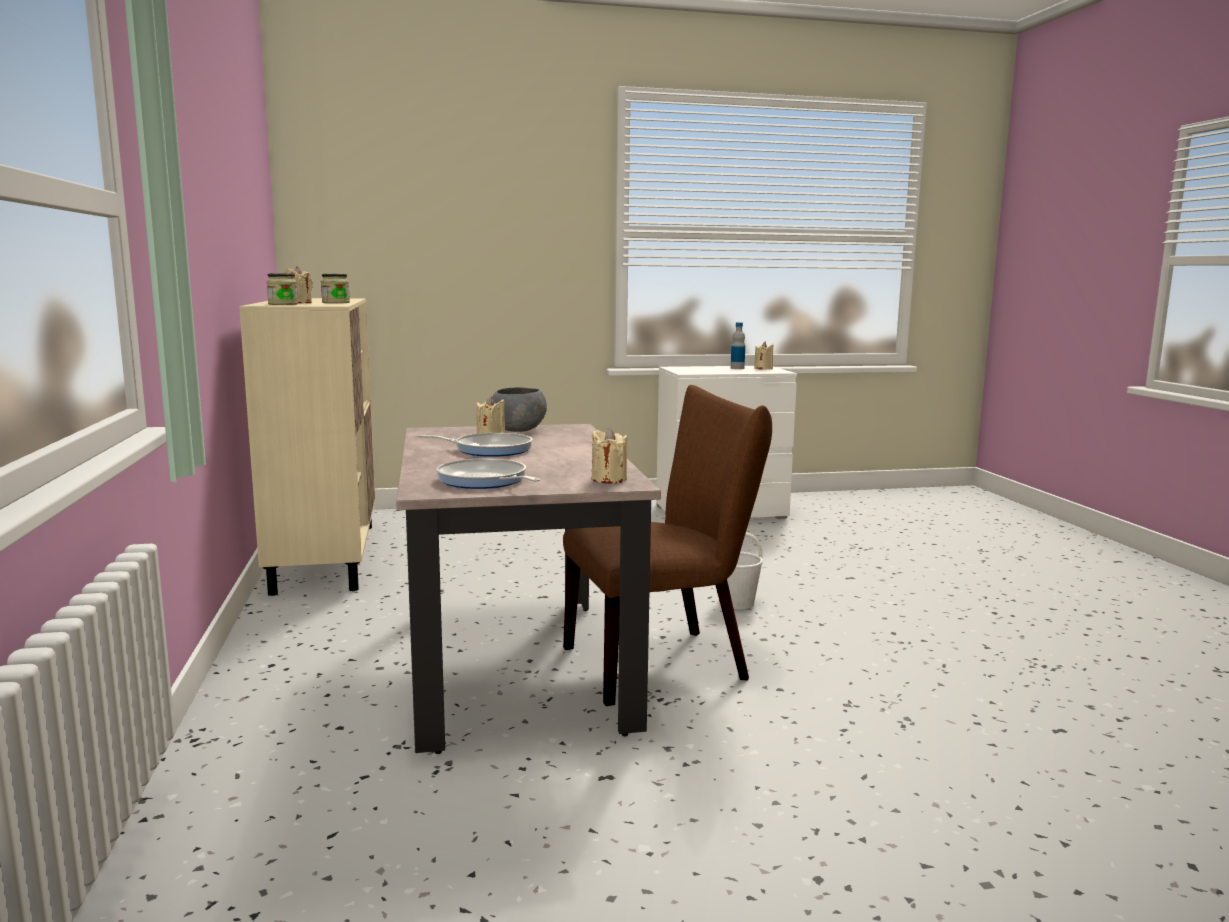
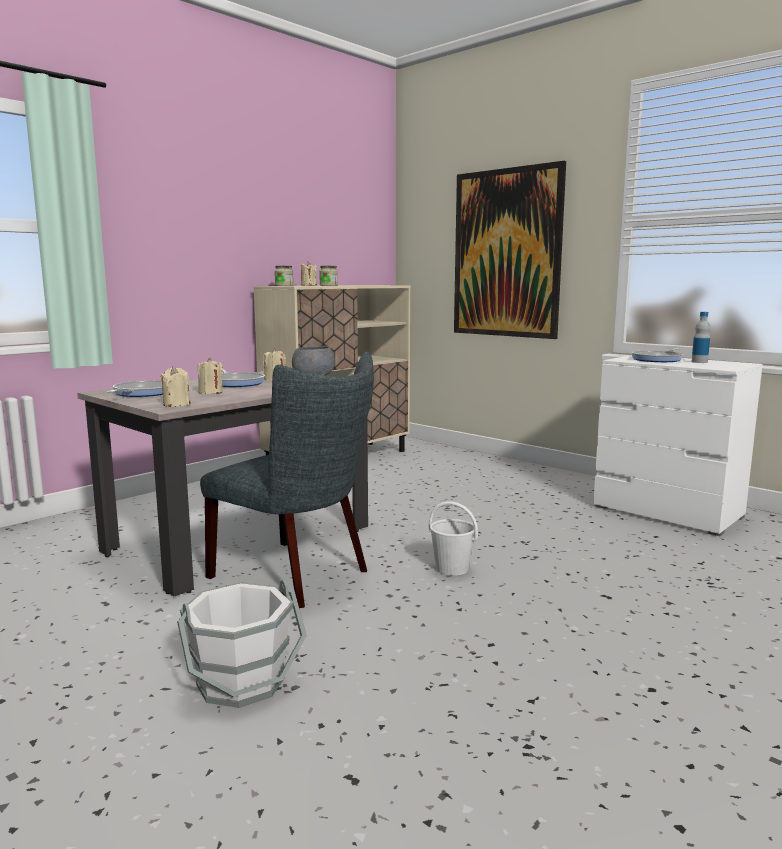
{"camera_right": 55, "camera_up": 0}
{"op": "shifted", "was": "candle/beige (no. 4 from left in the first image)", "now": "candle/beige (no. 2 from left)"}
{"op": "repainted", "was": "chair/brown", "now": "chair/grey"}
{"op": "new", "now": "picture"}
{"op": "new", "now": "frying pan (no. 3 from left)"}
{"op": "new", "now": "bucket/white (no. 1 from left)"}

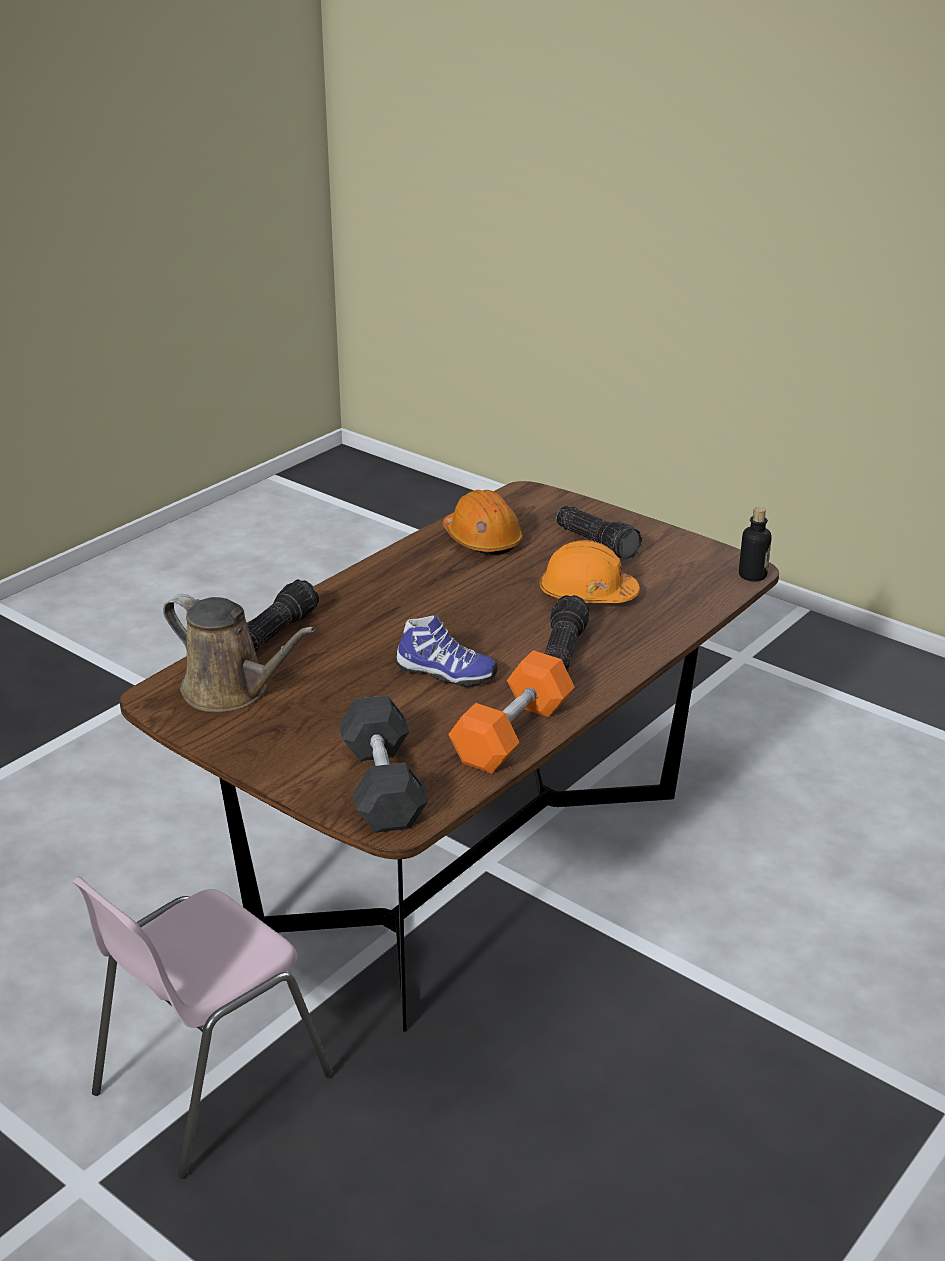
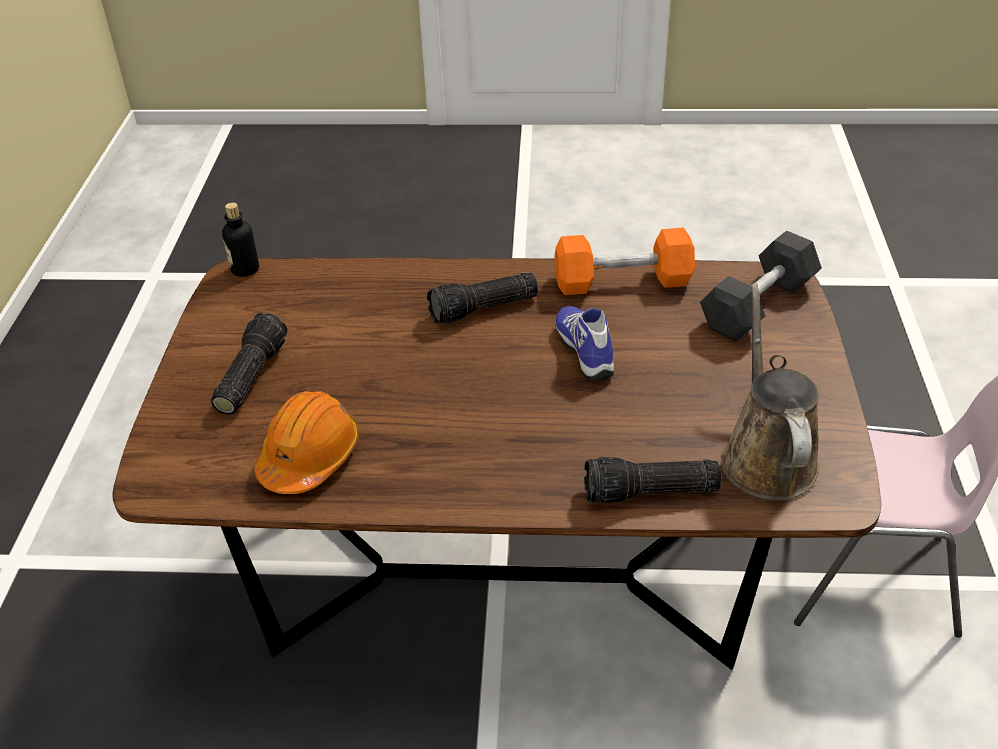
{"camera_right": -125, "camera_up": 10}
{"op": "gone", "was": "hard hat/orange (no. 2 from left)"}

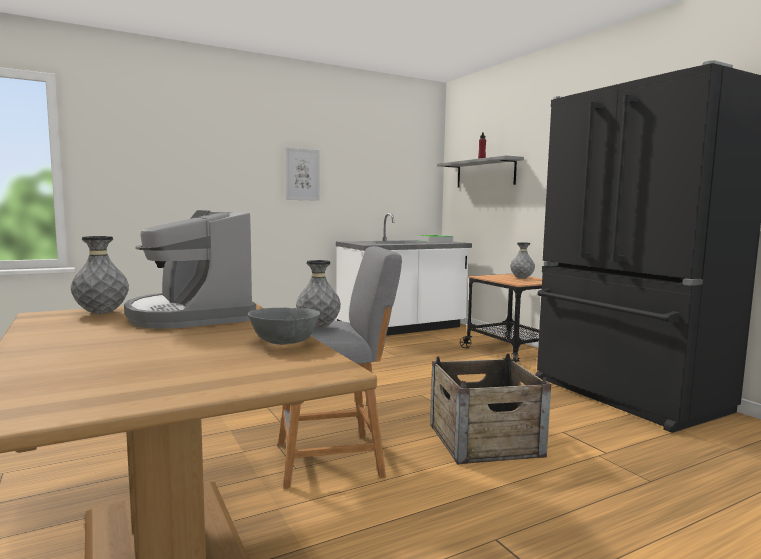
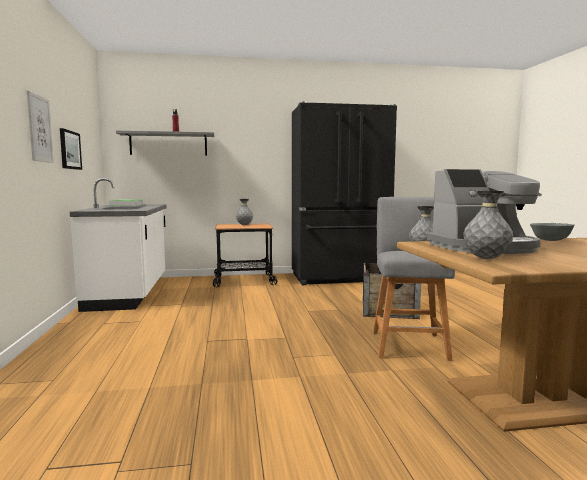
{"camera_right": -70, "camera_up": 0}
{"op": "new", "now": "picture (no. 2 from left)"}

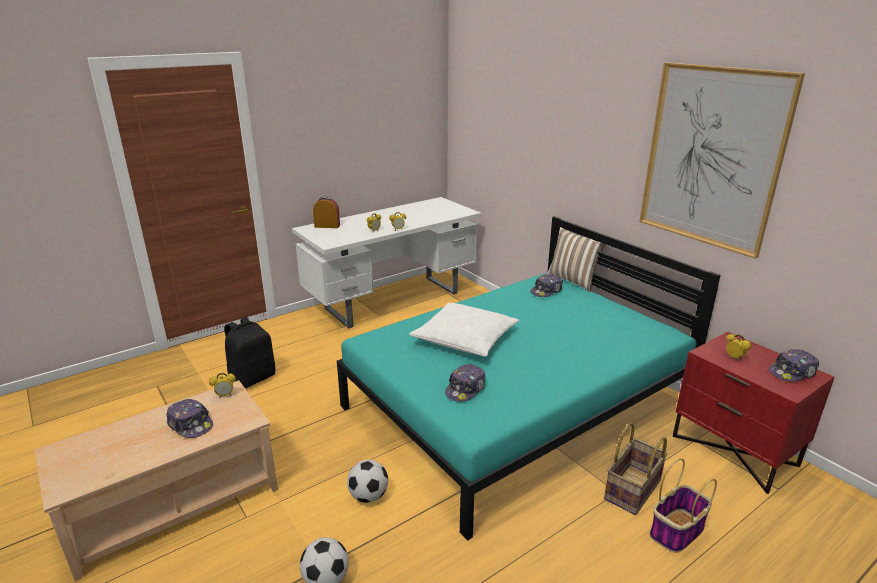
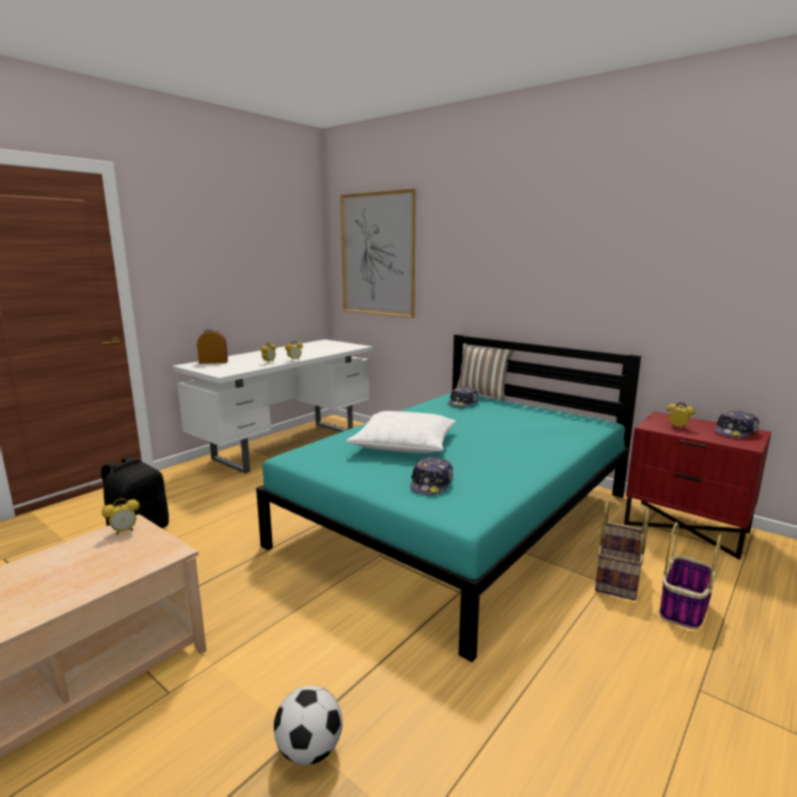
{"camera_right": -15, "camera_up": -10}
{"op": "shifted", "was": "picture"}
{"op": "gone", "was": "cap (no. 1 from left)"}
{"op": "gone", "was": "football (no. 2 from left)"}

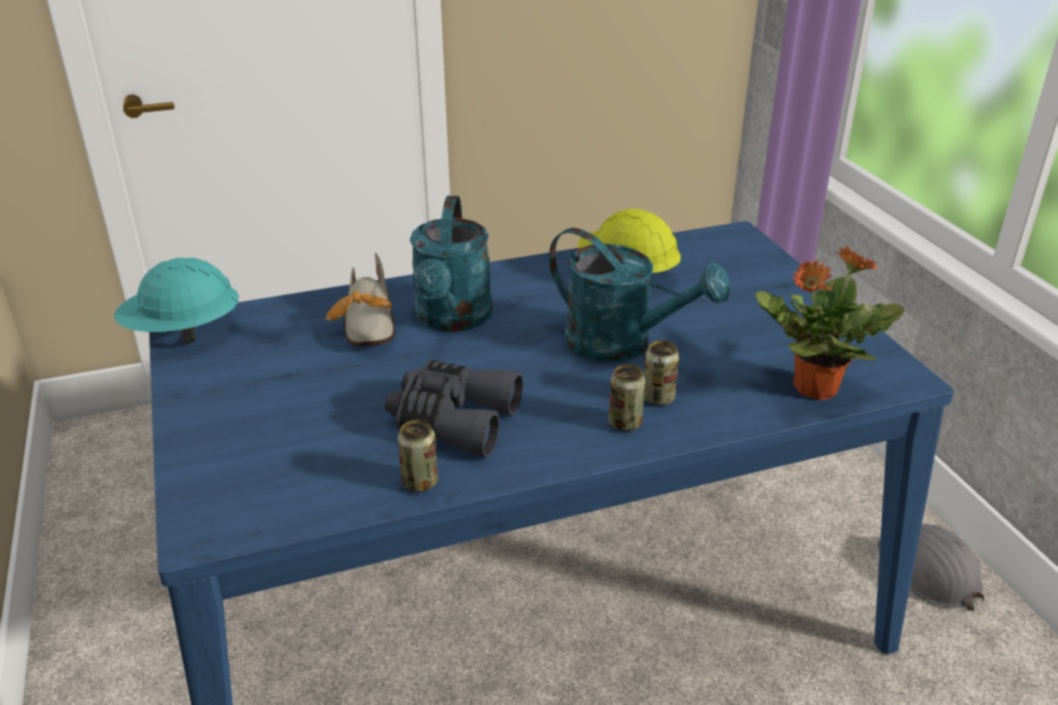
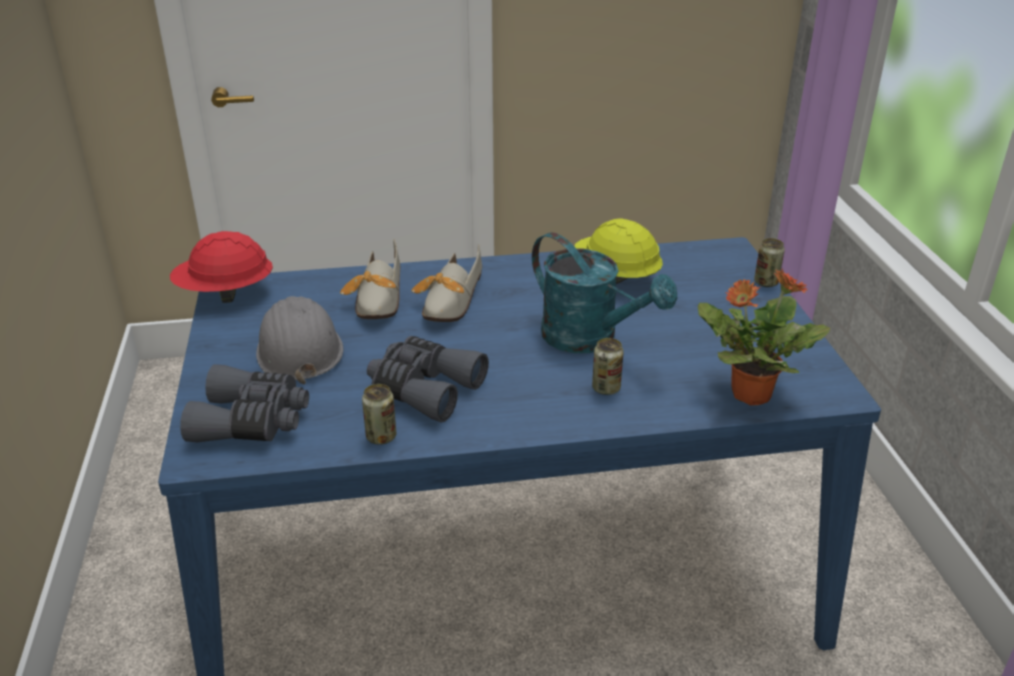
{"camera_right": 10, "camera_up": 0}
{"op": "swapped", "was": "watering can/turquoise (no. 1 from left)", "now": "shoe (no. 2 from left)"}
{"op": "repainted", "was": "hard hat/turquoise", "now": "hard hat/red"}
{"op": "shifted", "was": "can (no. 2 from left in the first image)", "now": "can (no. 3 from left)"}
{"op": "shifted", "was": "hard hat/grey"}
{"op": "new", "now": "binoculars/grey (no. 1 from left)"}

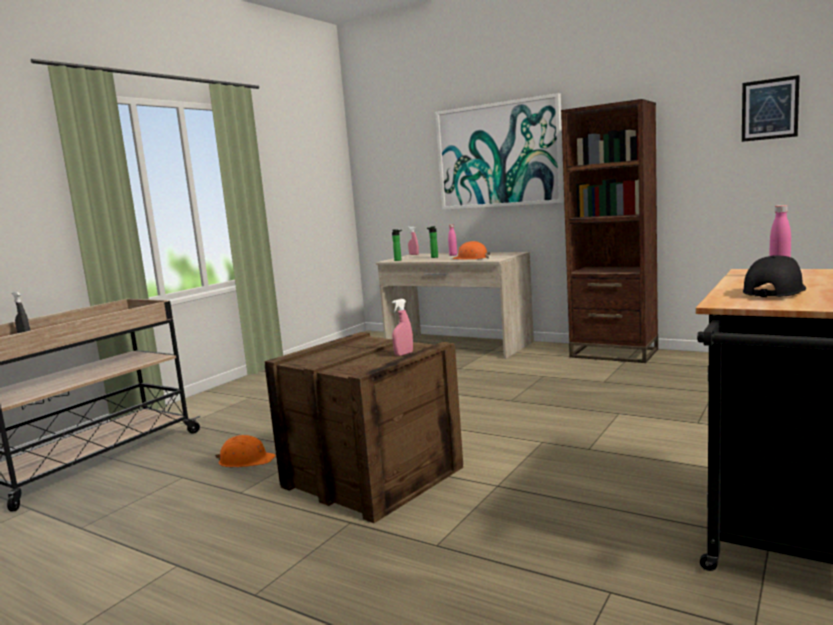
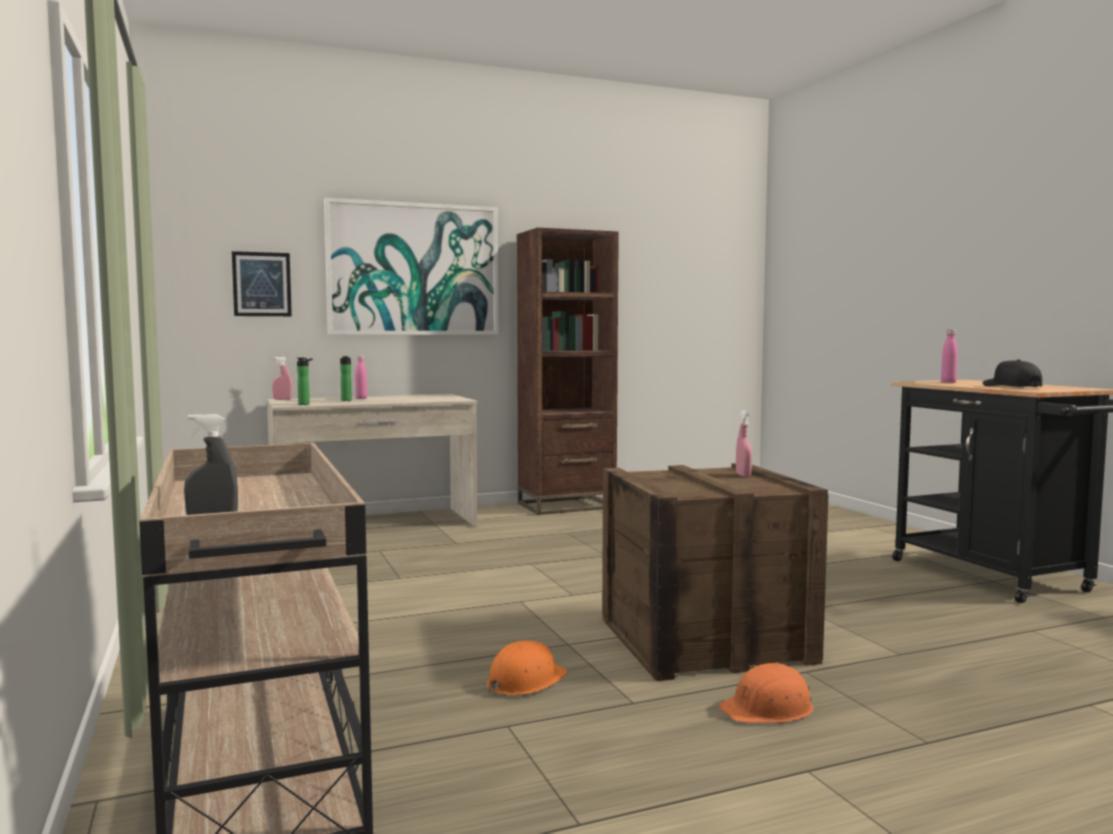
{"camera_right": -55, "camera_up": -5}
{"op": "shifted", "was": "picture (no. 2 from left in the first image)", "now": "picture (no. 1 from left)"}
{"op": "shifted", "was": "hard hat/orange (no. 2 from left)"}

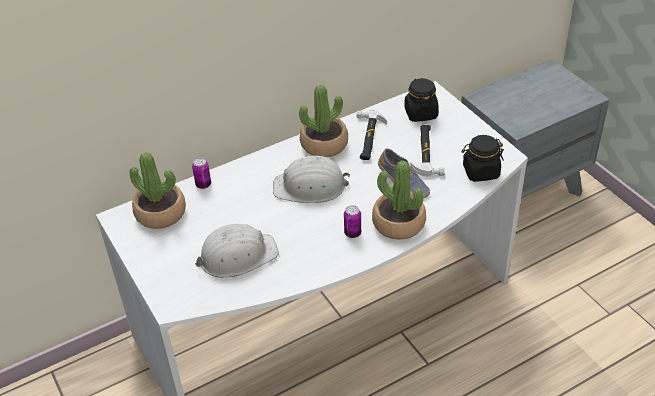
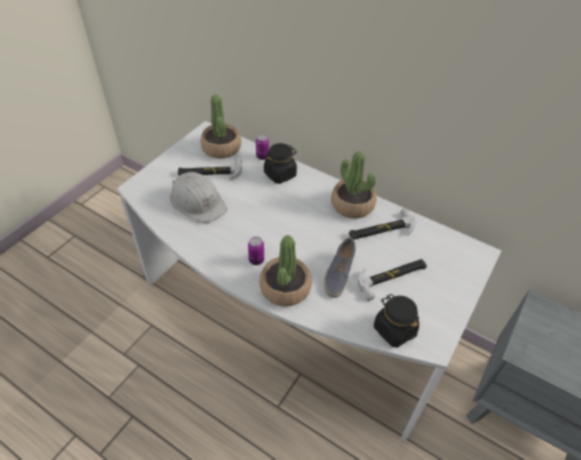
{"camera_right": 60, "camera_up": 5}
{"op": "shifted", "was": "jar/black (no. 1 from left)"}
{"op": "gone", "was": "hard hat/white (no. 2 from left)"}
{"op": "new", "now": "hammer (no. 1 from left)"}

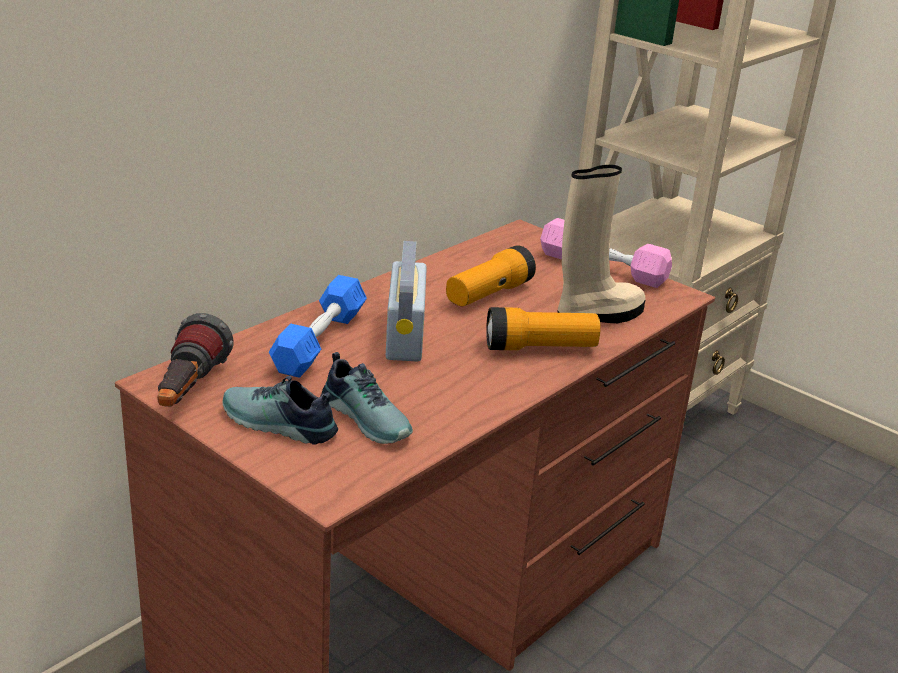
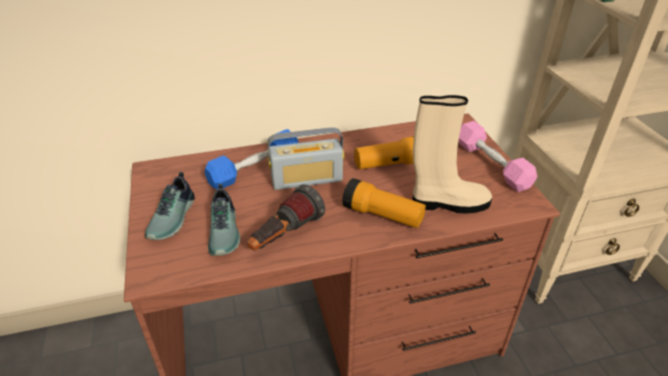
{"camera_right": 35, "camera_up": 10}
{"op": "rotated", "was": "radio", "clockwise": -135}
{"op": "shifted", "was": "flashlight (no. 1 from left)"}
{"op": "rotated", "was": "shoe (no. 1 from left)", "clockwise": -135}

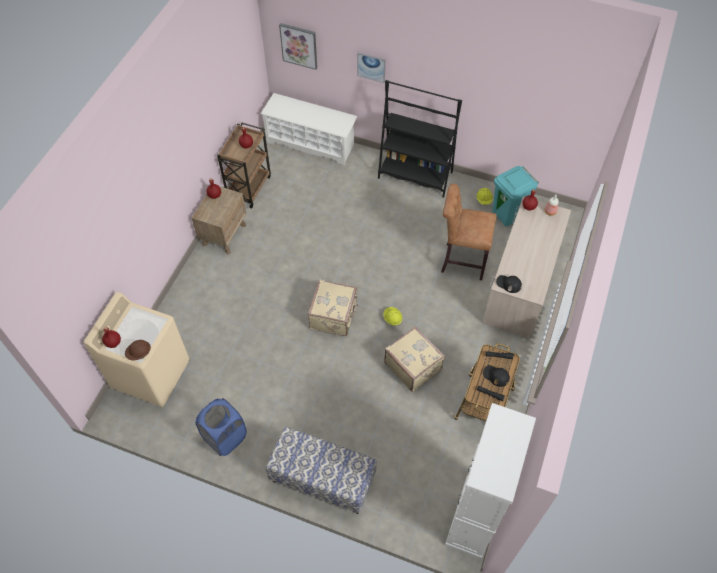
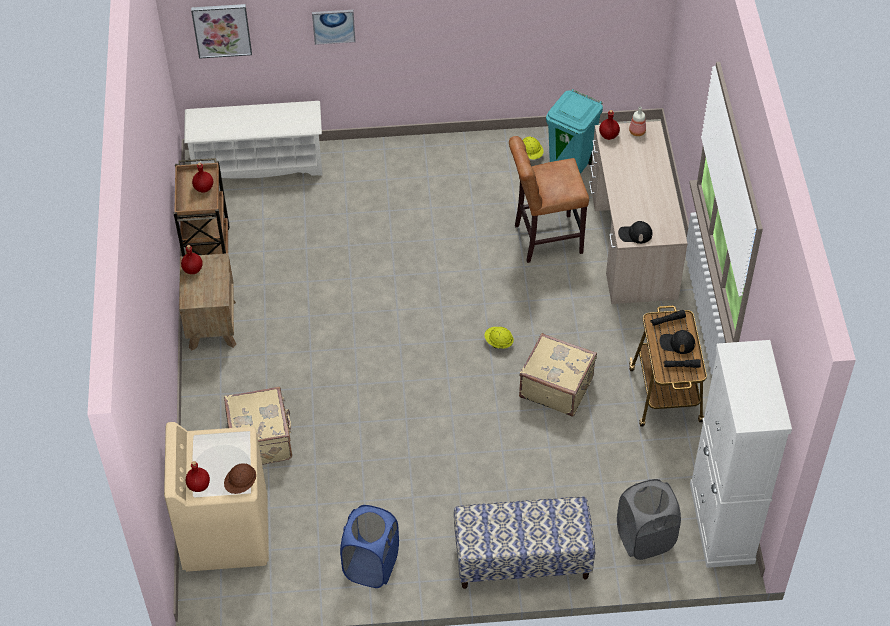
{"camera_right": -25, "camera_up": -5}
{"op": "gone", "was": "bookcase/black"}
{"op": "shifted", "was": "suitcase/beige (no. 1 from left)"}
{"op": "new", "now": "laundry basket/grey"}

